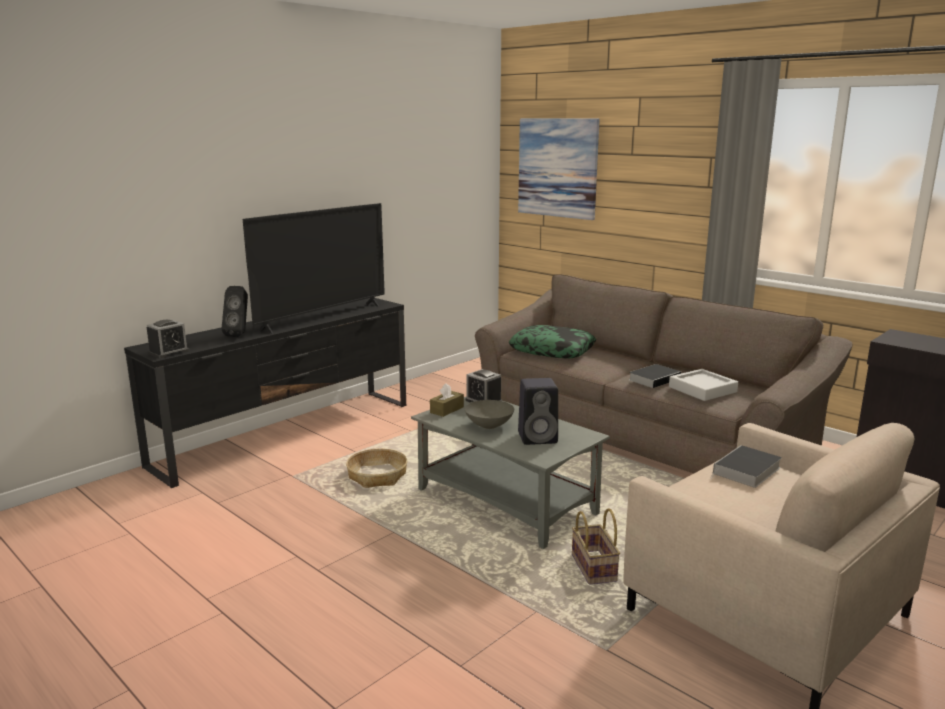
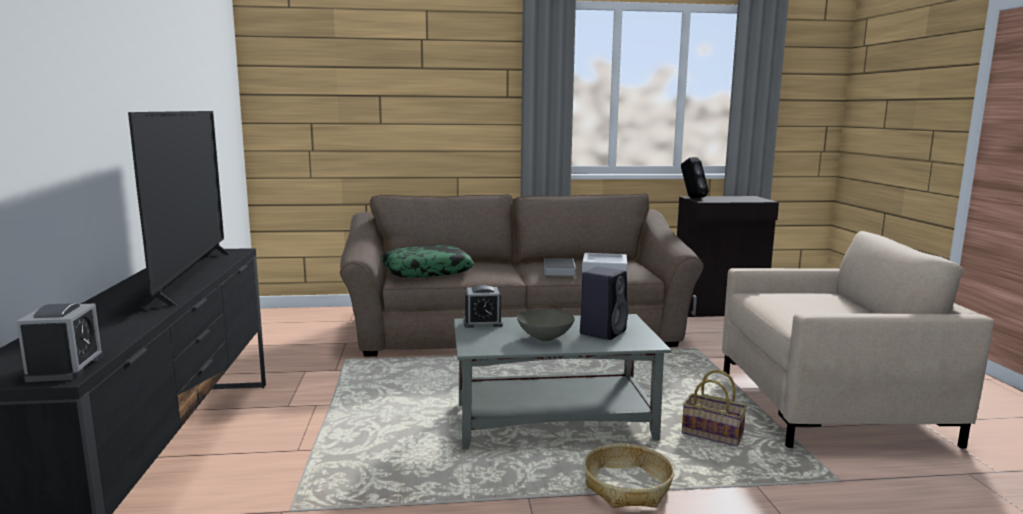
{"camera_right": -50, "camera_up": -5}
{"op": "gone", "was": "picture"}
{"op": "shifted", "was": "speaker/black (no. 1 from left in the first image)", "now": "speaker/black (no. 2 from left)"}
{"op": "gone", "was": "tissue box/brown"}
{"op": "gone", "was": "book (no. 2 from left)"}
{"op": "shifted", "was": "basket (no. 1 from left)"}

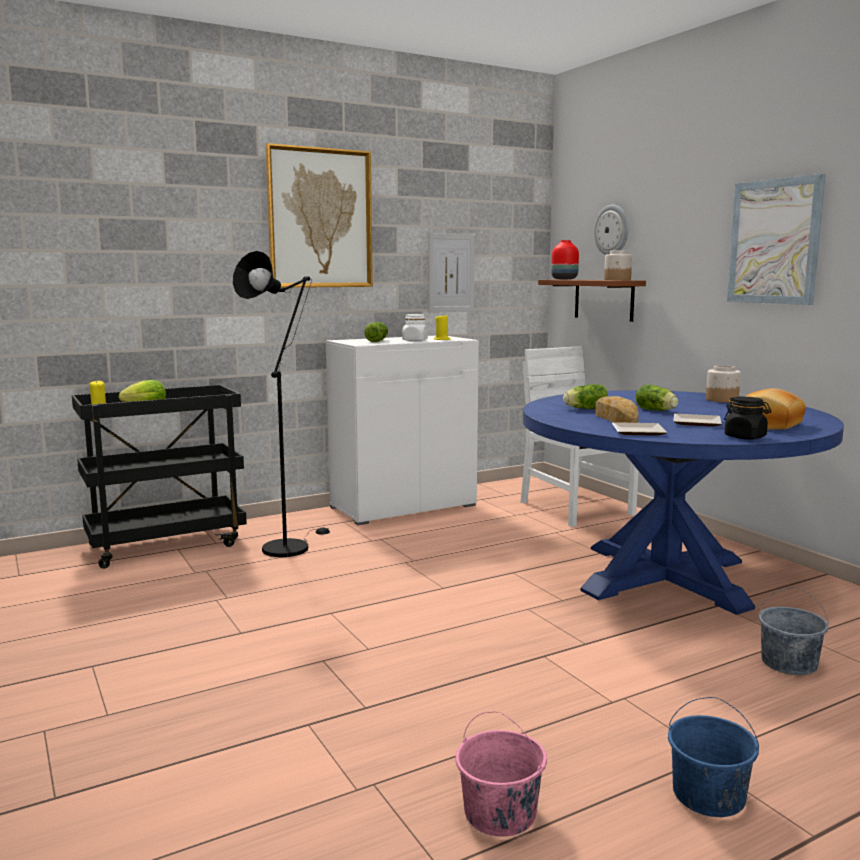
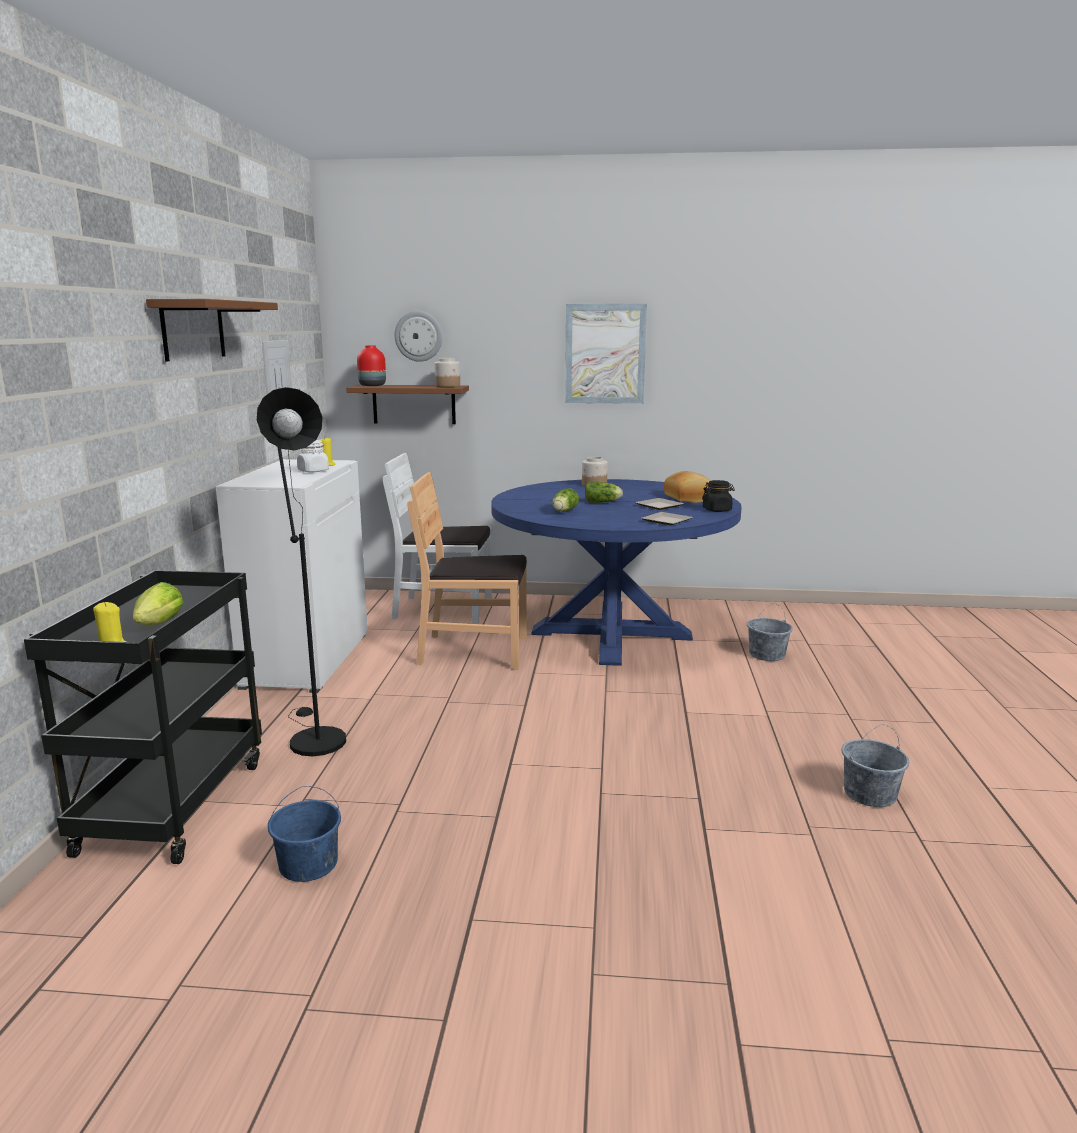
{"camera_right": -55, "camera_up": 5}
{"op": "swapped", "was": "picture (no. 1 from left)", "now": "shelf/brown (no. 1 from left)"}
{"op": "gone", "was": "lettuce (no. 2 from left)"}
{"op": "gone", "was": "bread (no. 1 from left)"}
{"op": "shifted", "was": "bucket/blue"}
{"op": "repainted", "was": "bucket/pink", "now": "bucket/grey (no. 2 from left)"}
{"op": "new", "now": "chair/brown"}

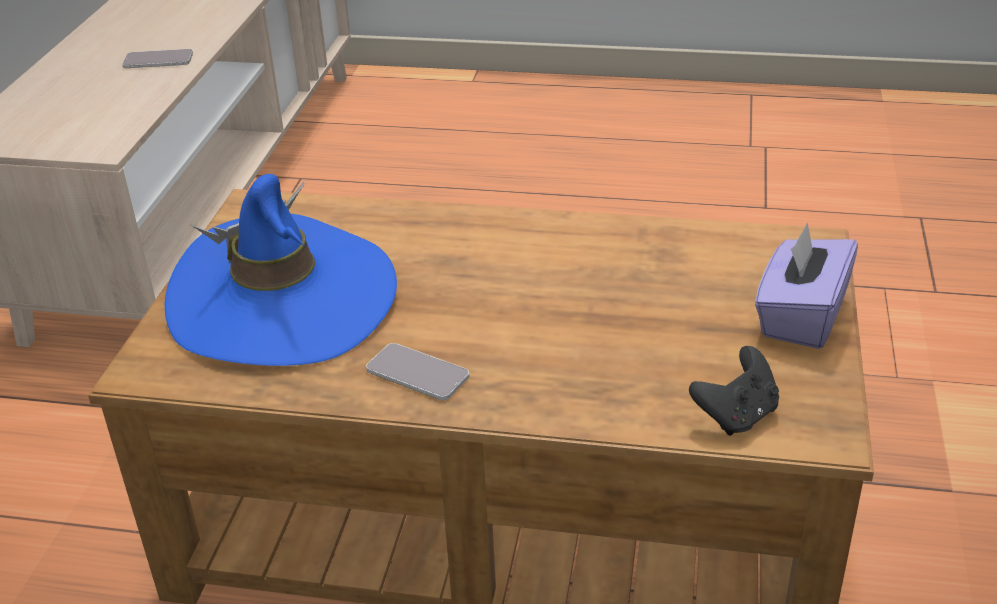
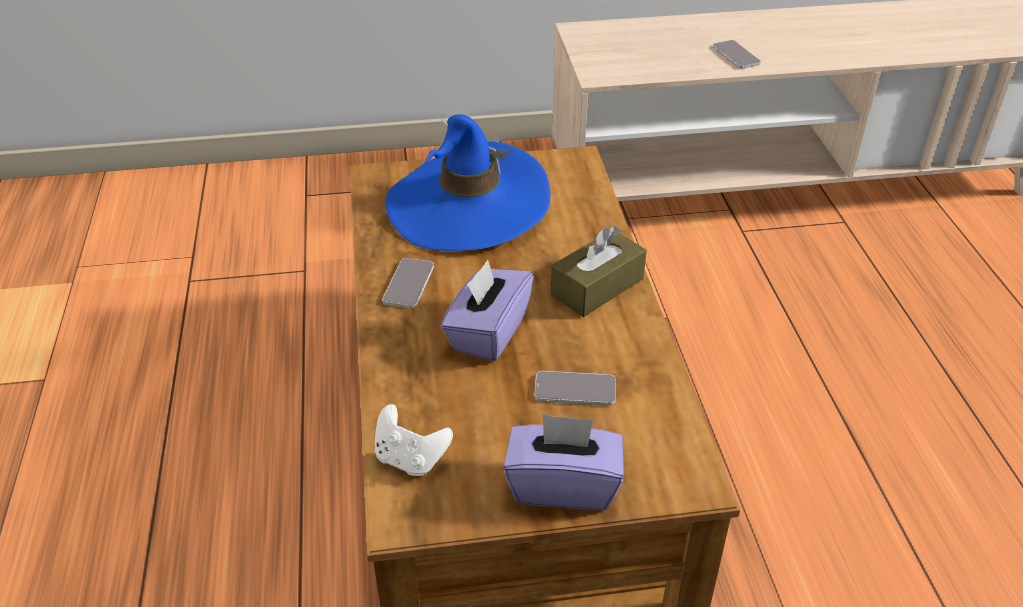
{"camera_right": 70, "camera_up": 5}
{"op": "repainted", "was": "game controller/black", "now": "game controller/white"}
{"op": "new", "now": "tissue box/brown"}
{"op": "new", "now": "tissue box/purple (no. 1 from left)"}
{"op": "new", "now": "phone (no. 2 from left)"}

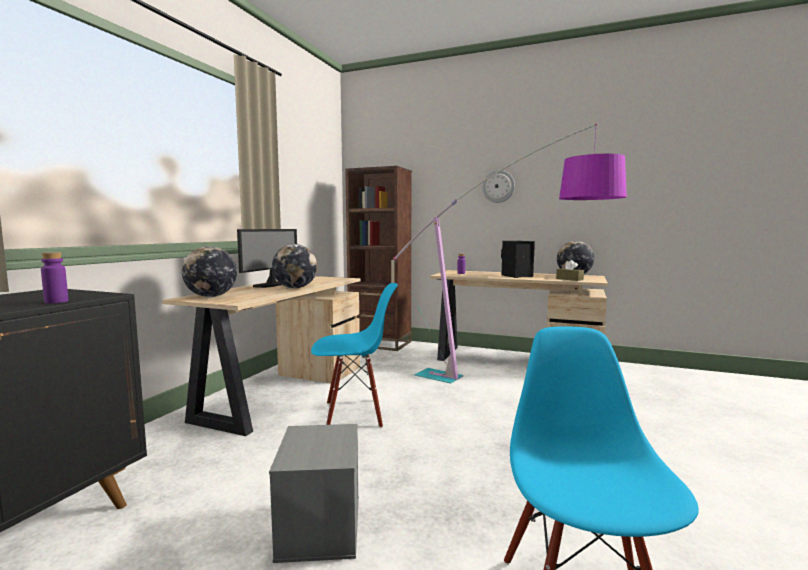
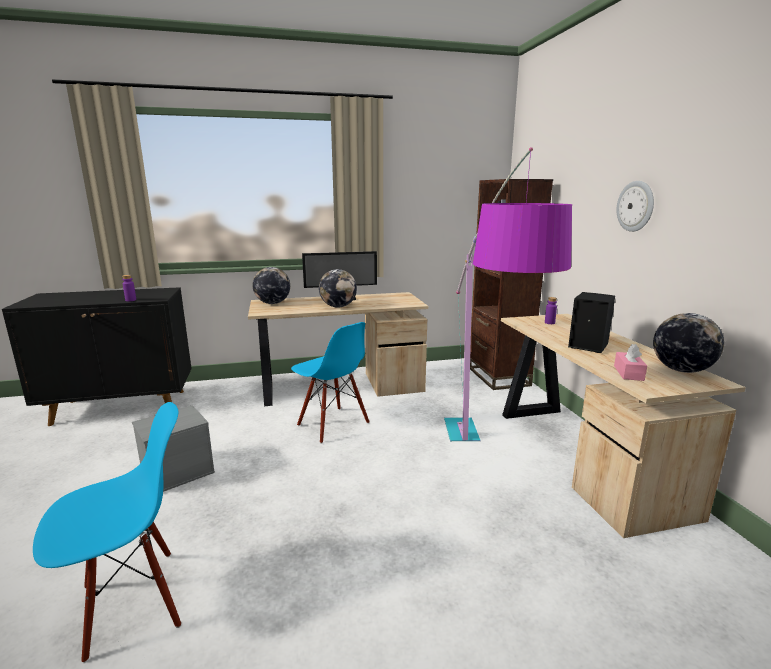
{"camera_right": 55, "camera_up": 10}
{"op": "repainted", "was": "tissue box/brown", "now": "tissue box/pink"}

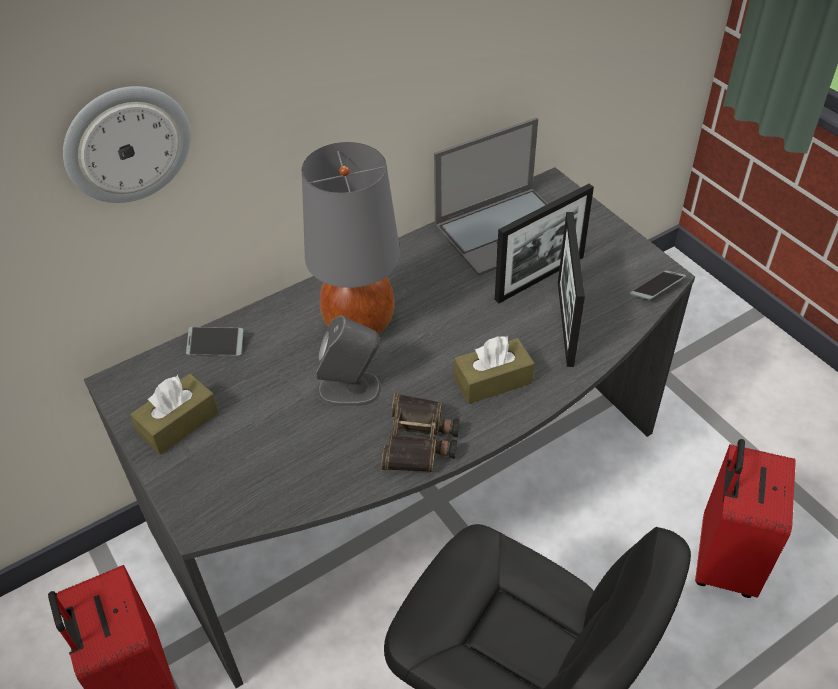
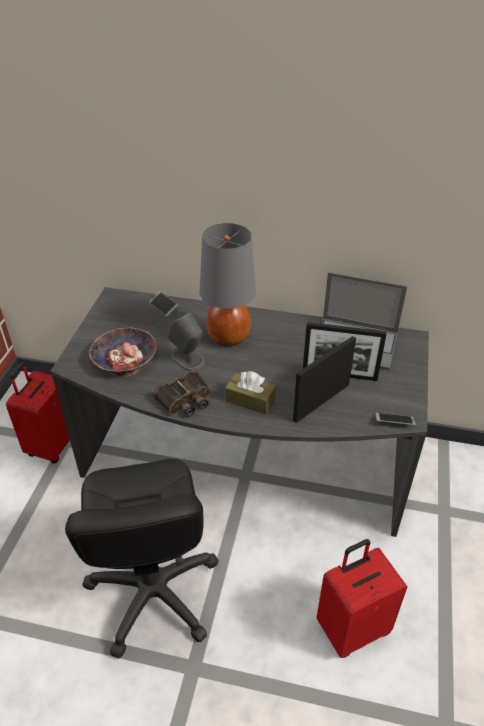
{"camera_right": 45, "camera_up": -5}
{"op": "gone", "was": "wall clock"}
{"op": "gone", "was": "tissue box/brown (no. 1 from left)"}
{"op": "new", "now": "bowl"}

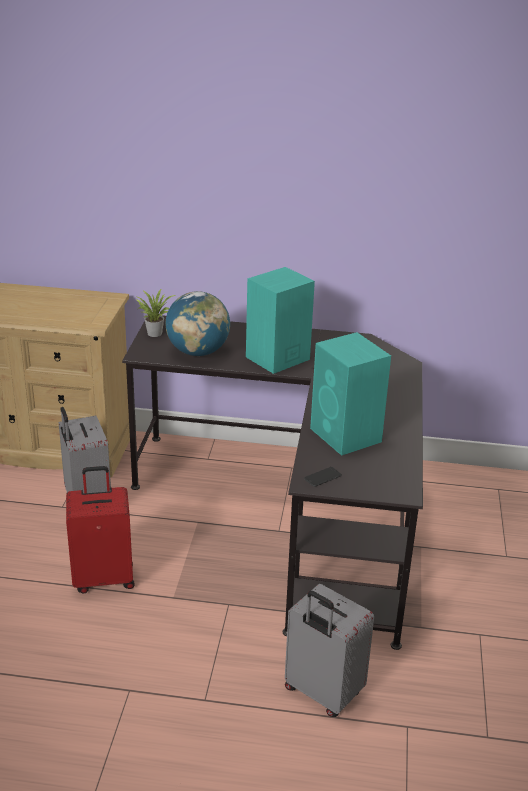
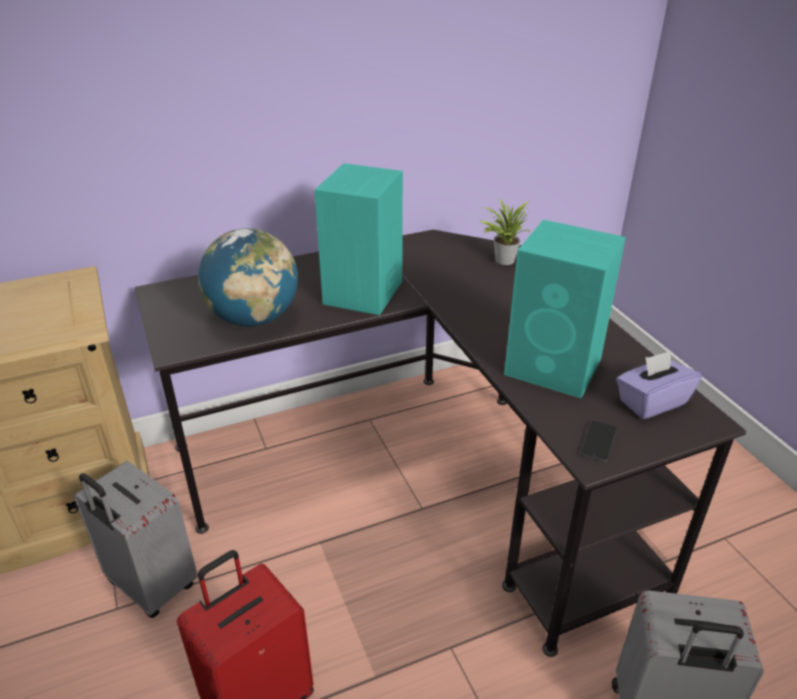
{"camera_right": -30, "camera_up": 5}
{"op": "shifted", "was": "potted plant"}
{"op": "new", "now": "tissue box/purple"}

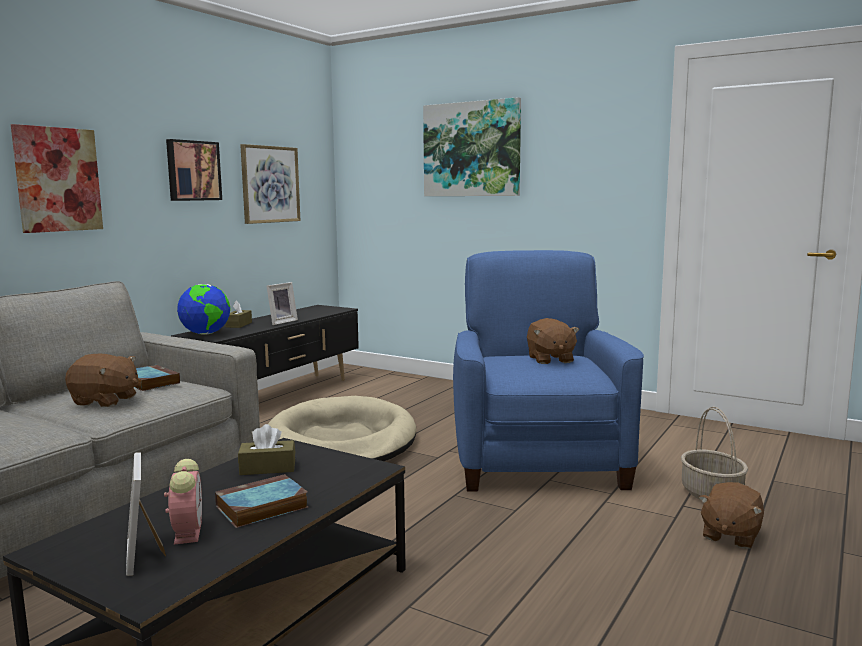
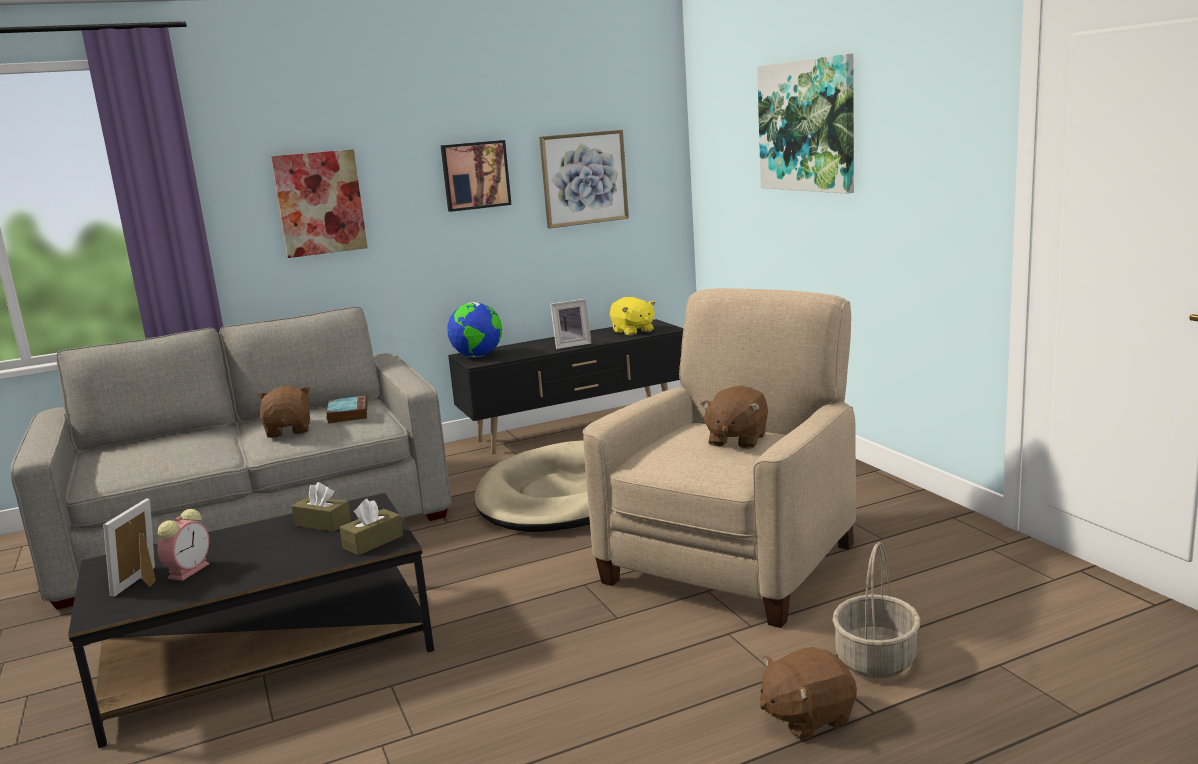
{"camera_right": 35, "camera_up": 5}
{"op": "repainted", "was": "armchair/blue", "now": "armchair/beige"}
{"op": "shifted", "was": "tissue box/brown (no. 1 from left in the first image)", "now": "tissue box/brown (no. 2 from left)"}
{"op": "rotated", "was": "plush toy/brown (no. 1 from left)", "clockwise": -150}
{"op": "gone", "was": "book (no. 2 from left)"}
{"op": "new", "now": "plush toy/yellow"}

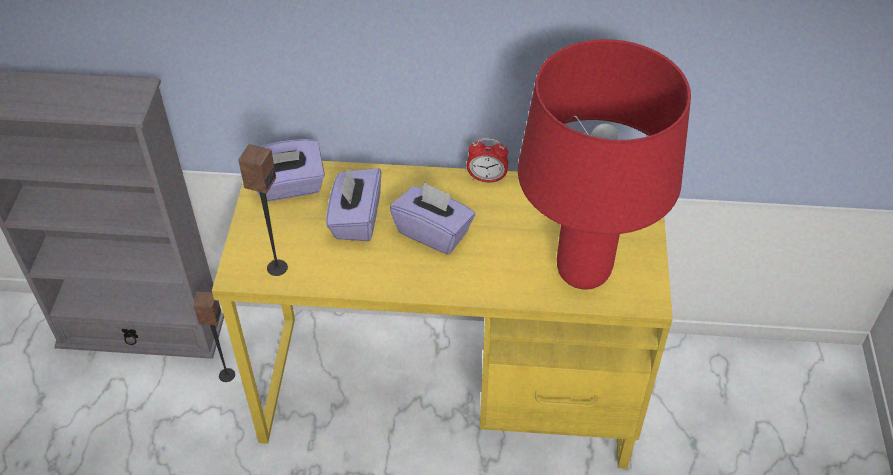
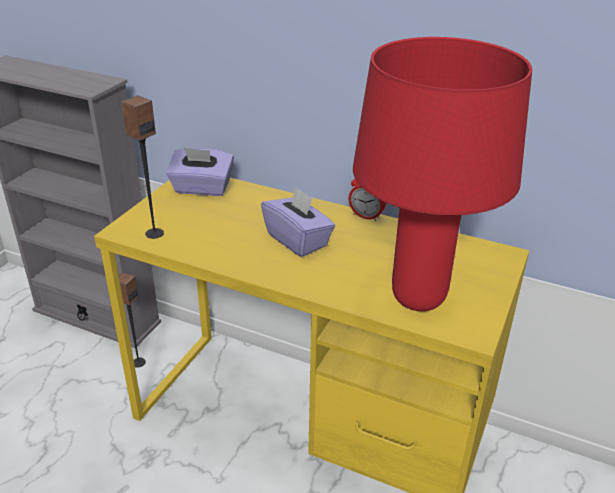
{"camera_right": 20, "camera_up": -15}
{"op": "gone", "was": "tissue box/purple (no. 2 from left)"}

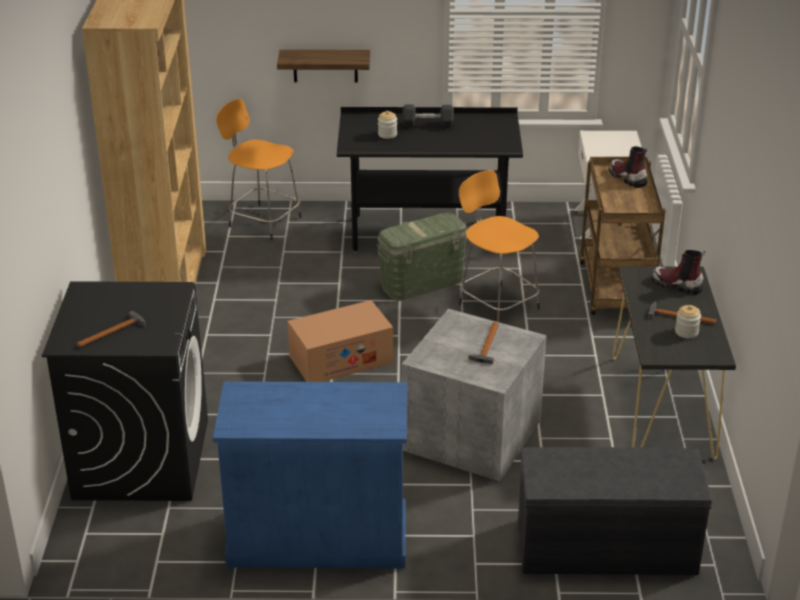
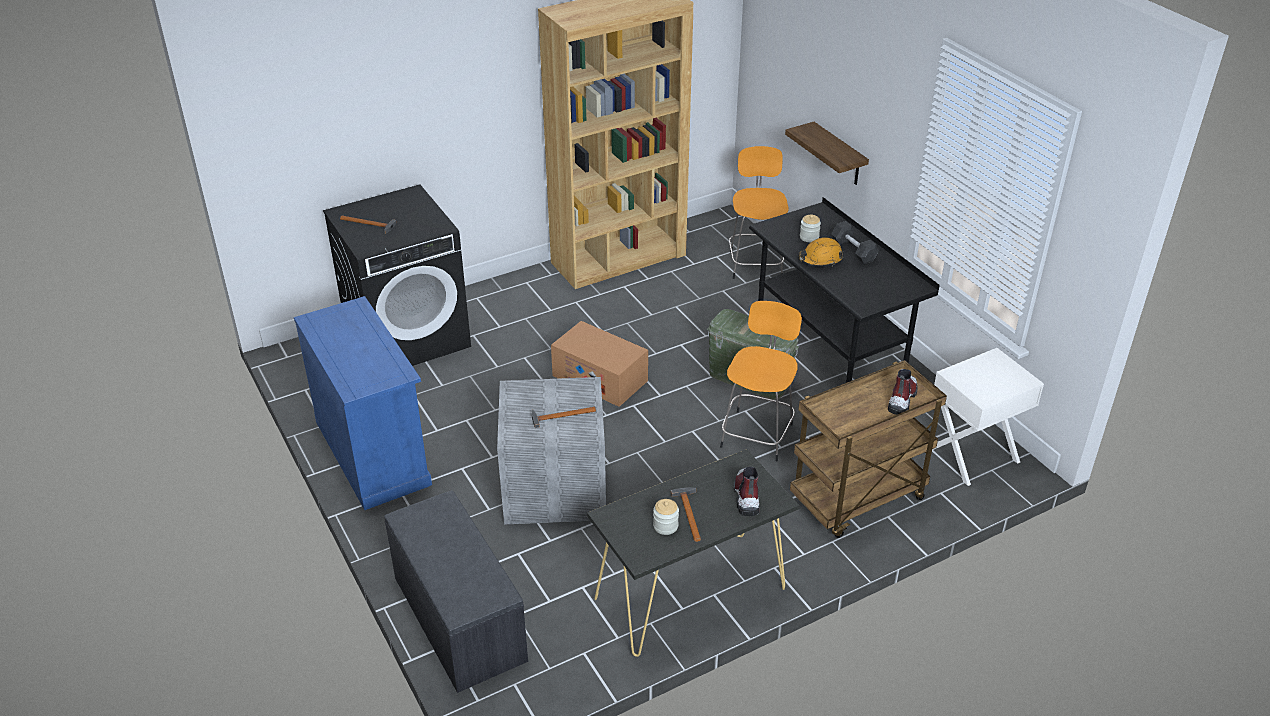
{"camera_right": 60, "camera_up": 5}
{"op": "new", "now": "hard hat/orange"}

